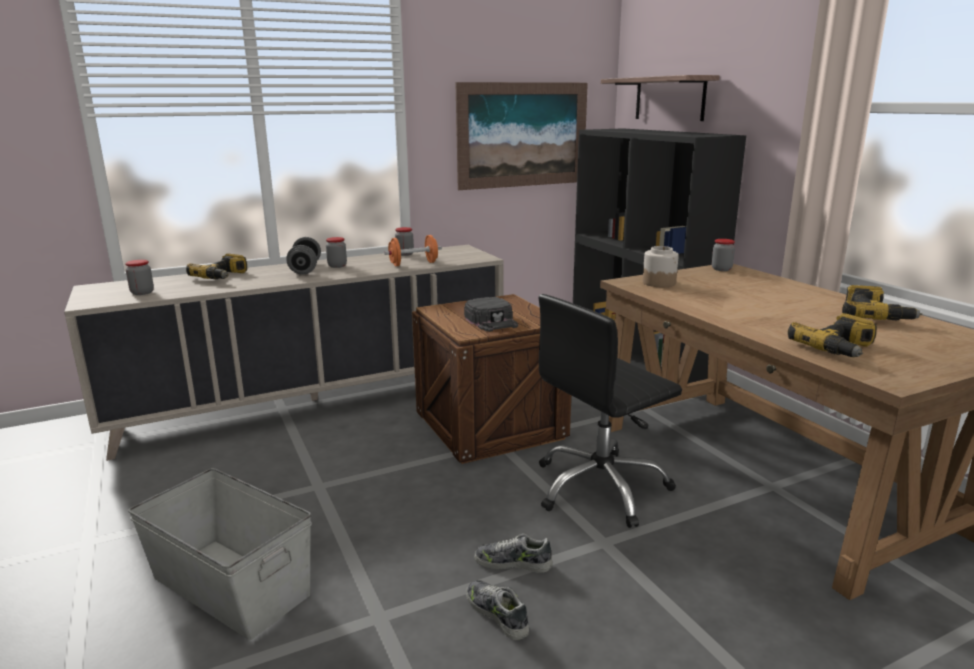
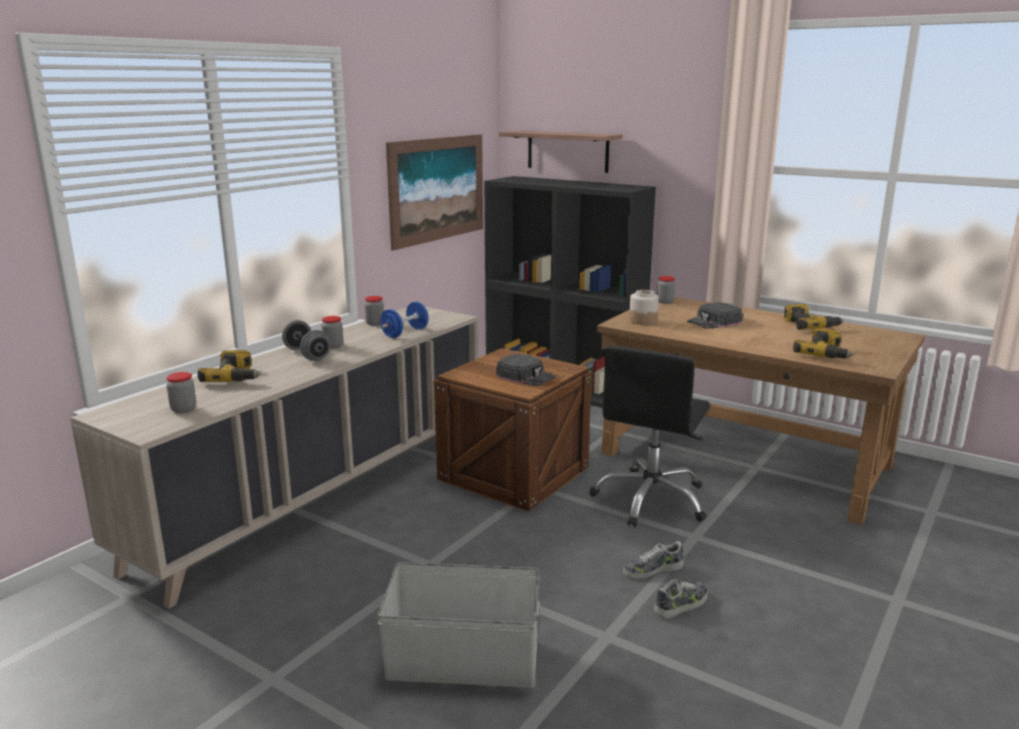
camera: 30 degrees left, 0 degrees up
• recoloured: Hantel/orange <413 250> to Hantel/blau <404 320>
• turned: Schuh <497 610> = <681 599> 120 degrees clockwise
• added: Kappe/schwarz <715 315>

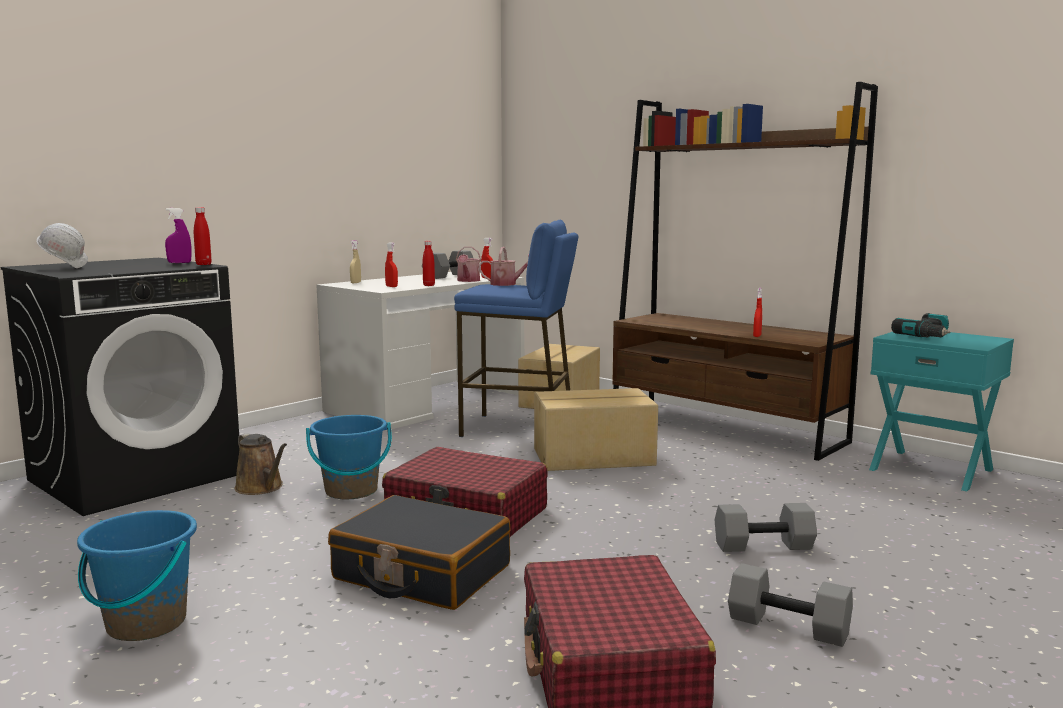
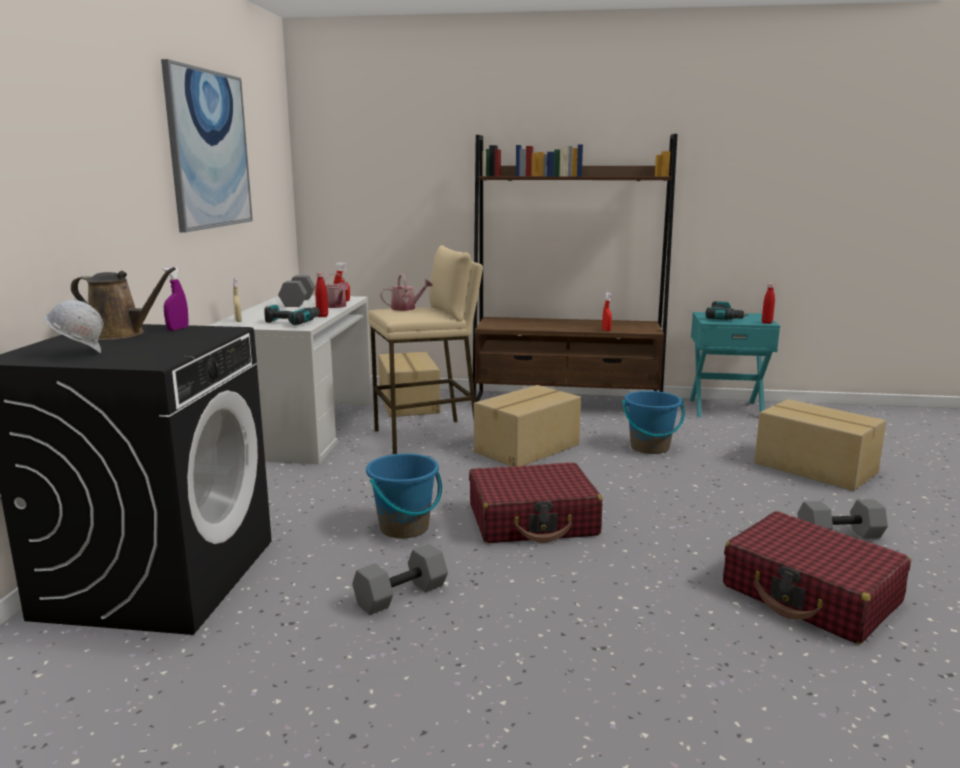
camera: 35 degrees left, 5 degrees up
• moved: Eimer/blau <137 575> to <653 422>
• moved: Flasche/rot <203 236> to <768 303>
• moved: Gießkanne/braun <260 464> to <123 303>
• removed: Koffer/schwarz <419 552>
• replaced: Sprühflasche/rot <391 264> to Bohrmaschine <292 315>
• recoloured: Hocker/blau <516 328> to Hocker/beige <425 349>
• moved: Hantel/grau <766 527> to <400 579>
• added: Bild <207 145>
• added: Karton <820 445>

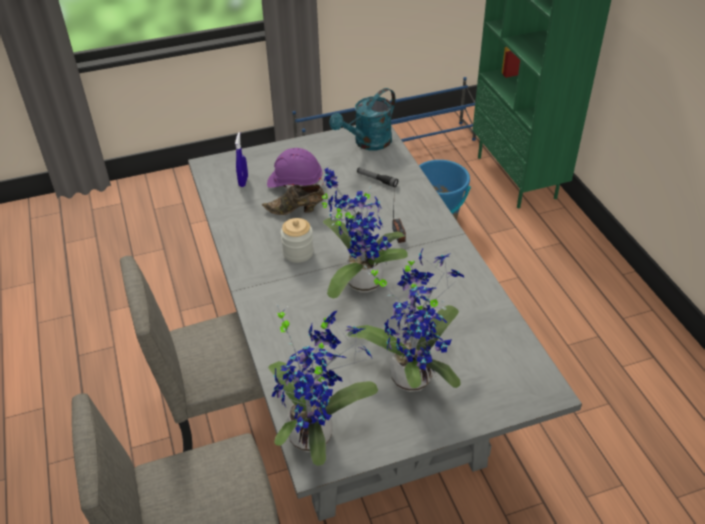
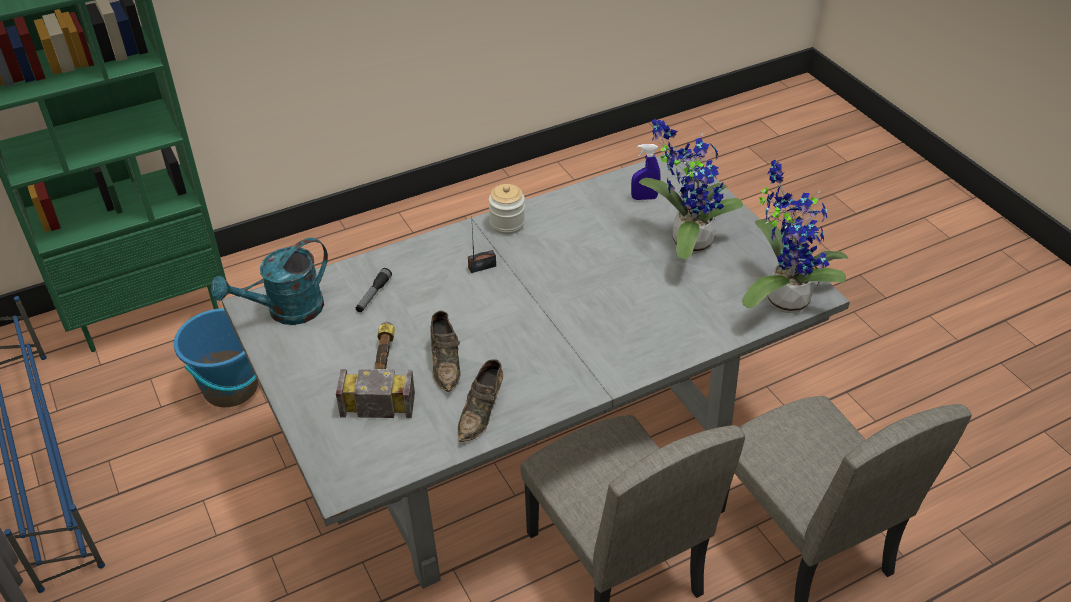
camera: 100 degrees left, 0 degrees up
• moved: Sprühflasche/blau <241 159> to <645 172>
• replaced: Schutzhelm/lila <295 168> to Hammer <375 369>
• moved: Vorratsglas <297 240> to <507 209>
• removed: Topfpflanze <365 233>
• turned: Gießkanne/türkis <362 119> = <269 281> 105 degrees clockwise
• added: Schuh/braun <480 400>

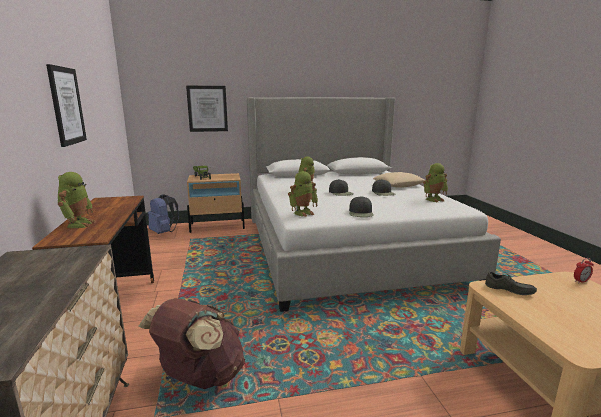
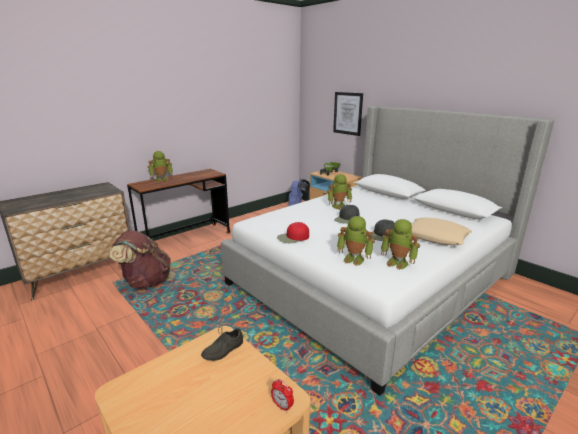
camera: 60 degrees right, 5 degrees up
• removed: Bild <66 105>
• moved: Spielzeugroboter <303 194> to <356 241>
• recoloured: Kappe/schwarz <361 206> to Kappe/rot <293 232>
• turned: Schuh/grau <511 283> = <222 344> 45 degrees clockwise

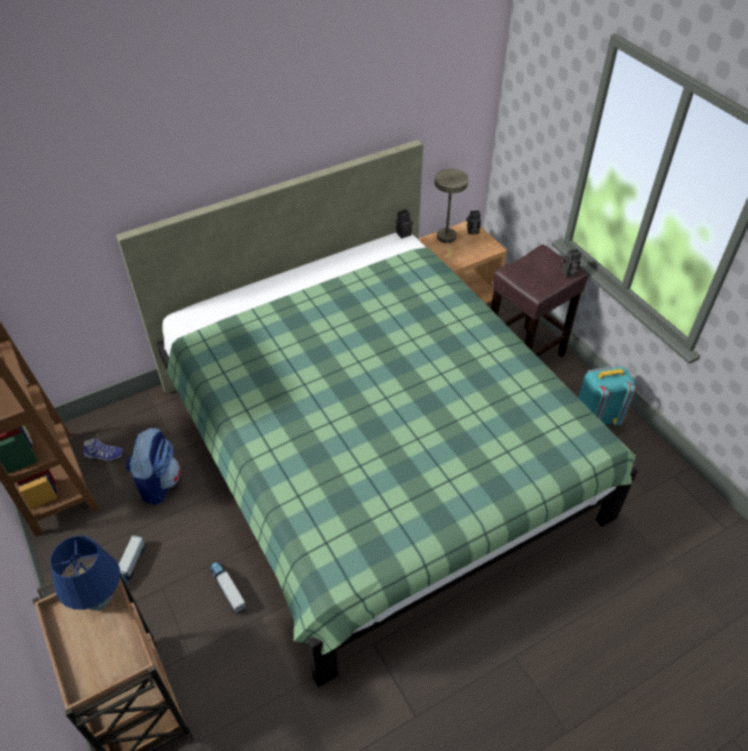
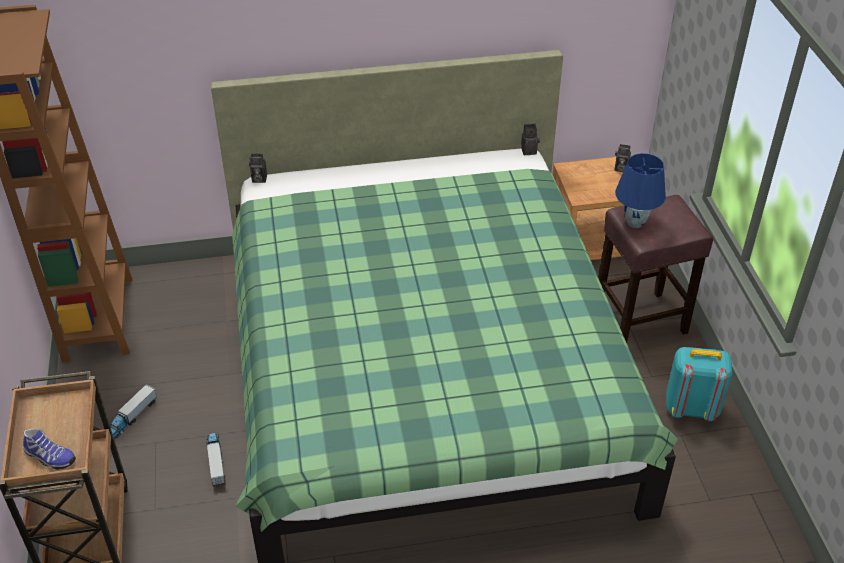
camera: 20 degrees right, 5 degrees down
• moved: Tischlampe/blau <85 573> to <640 190>
• moved: Schuh <104 450> to <49 449>
• removed: Rucksack <153 466>
• removed: Tischlampe/beige <451 213>
• moved: Kamera <571 263> to <258 168>

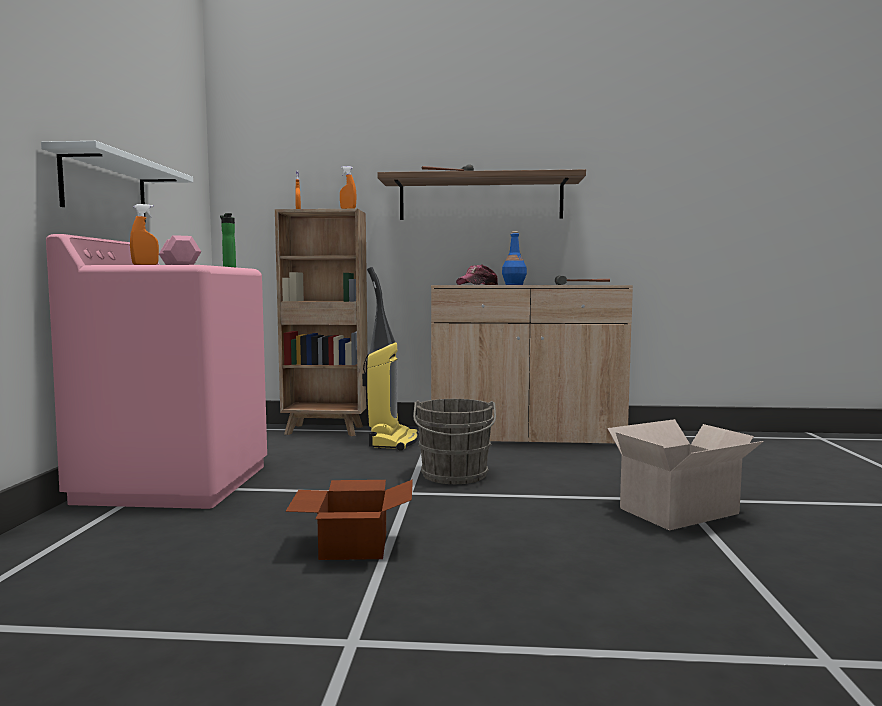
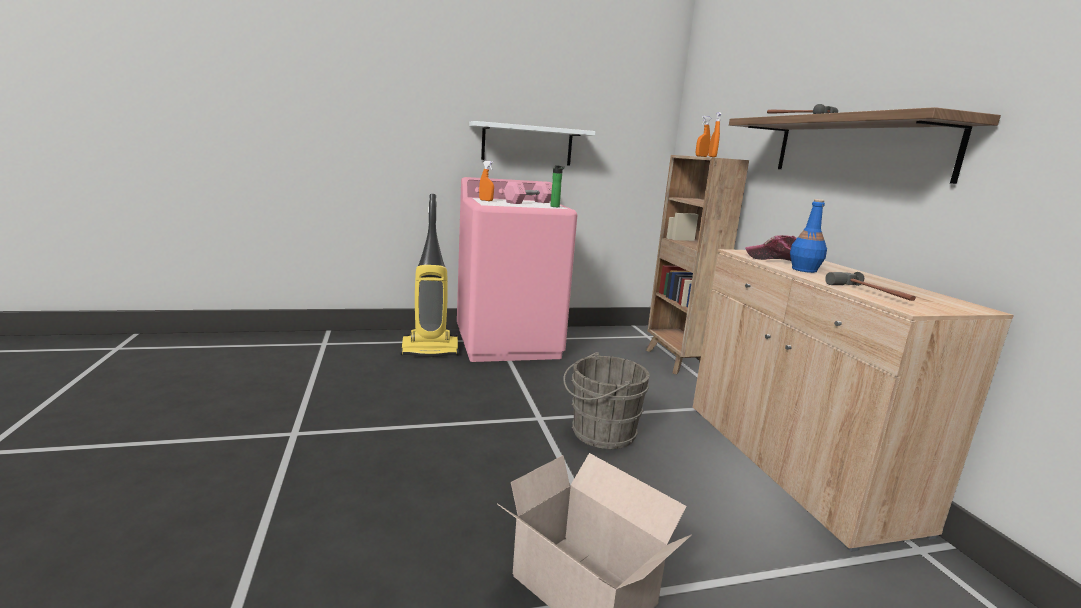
camera: 70 degrees right, 10 degrees up
• removed: Karton <349 519>
• moved: Staubsauger <390 359> to <429 275>

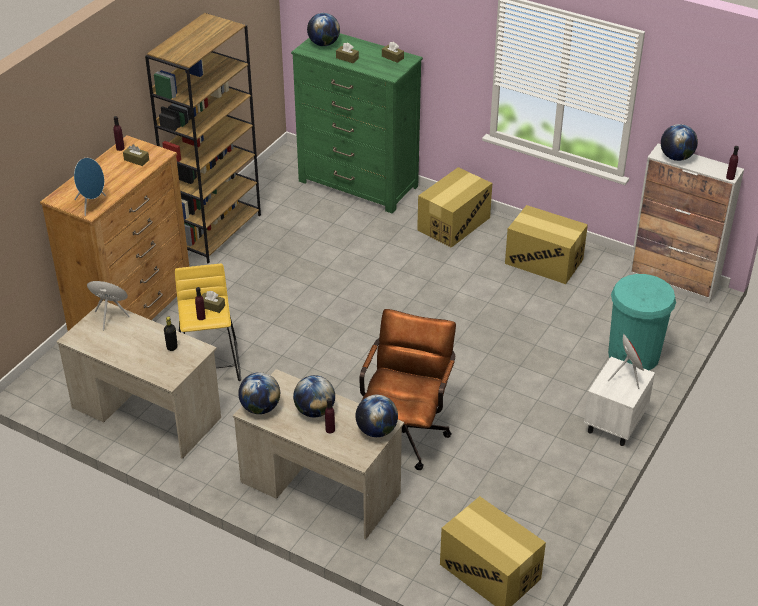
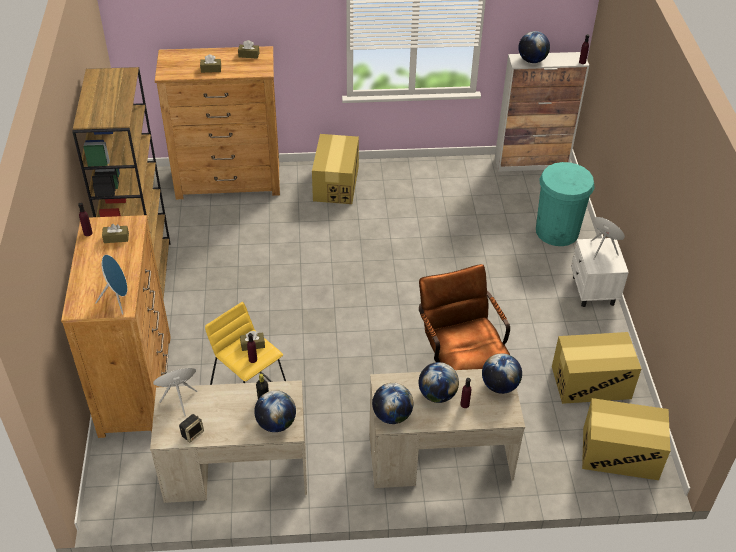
camera: 35 degrees left, 5 degrees up
• recoloured: Kommode/grün <357 123> to Kommode/braun <217 123>
• moved: Globus <323 29> to <275 411>
• moved: Karton <546 244> to <596 368>
• added: Lautsprecher <191 428>

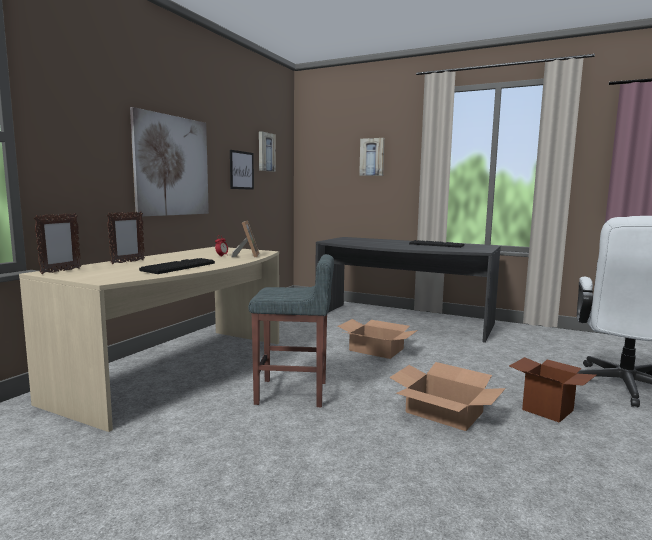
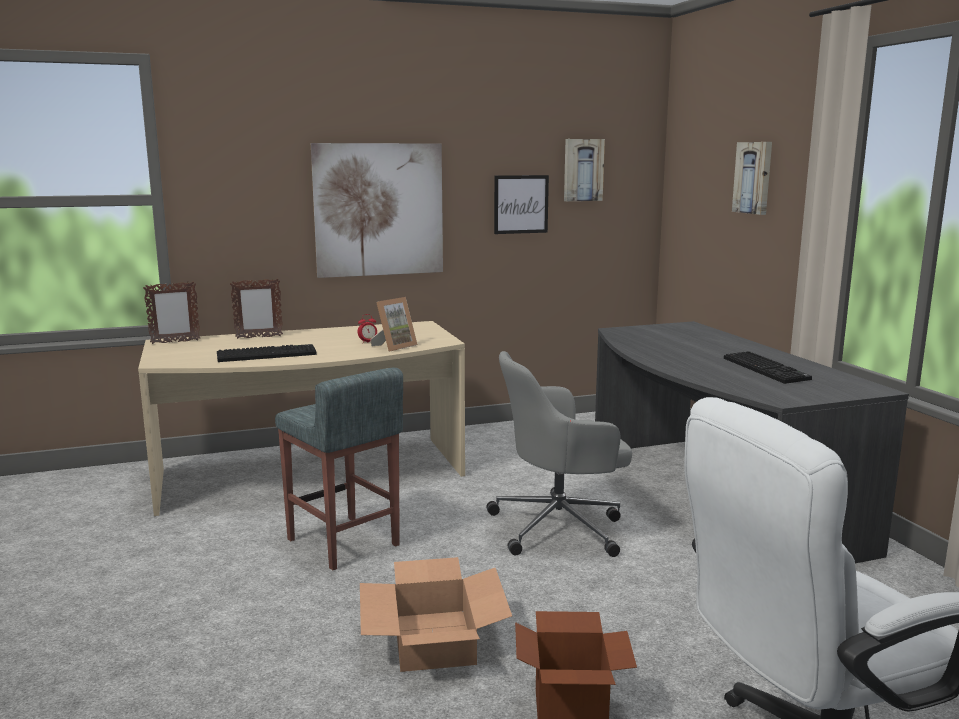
camera: 45 degrees right, 5 degrees up
• replaced: Karton <378 339> to Bürostuhl/grau <559 454>

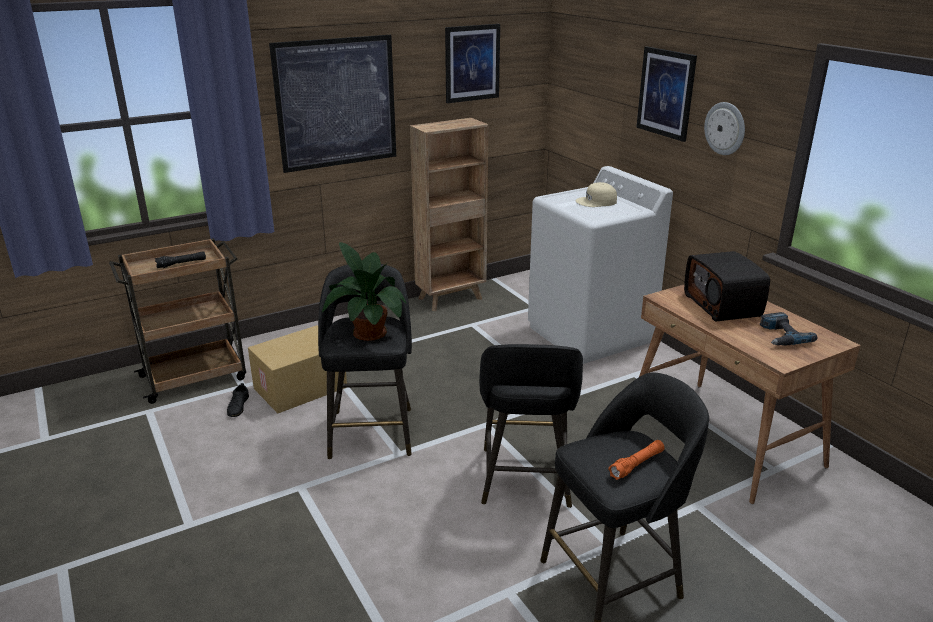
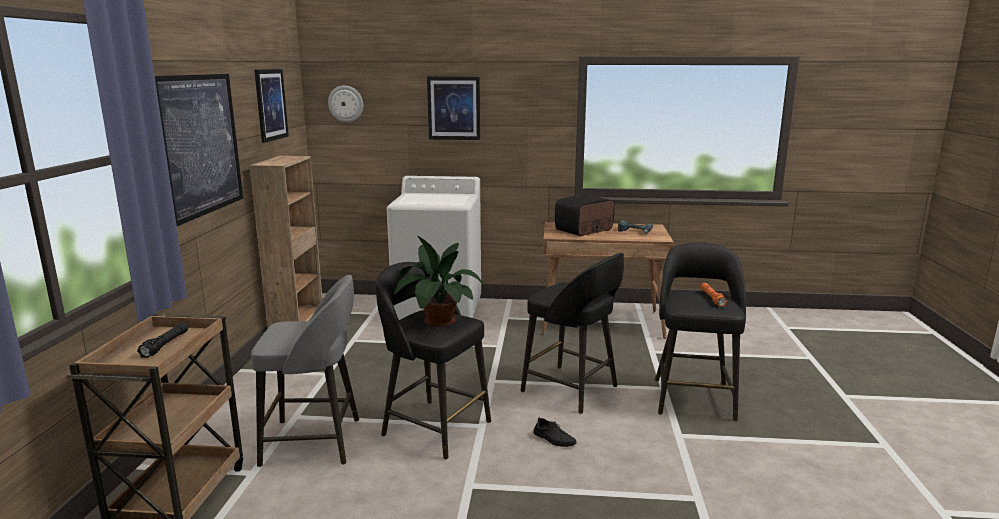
camera: 55 degrees left, 10 degrees down
• moved: Schuh/schwarz <238 400> to <554 432>
• replaced: Karton <297 369> to Hocker/grau <305 371>
• removed: Kappe/beige <596 194>
• turned: Radio <727 286> = <585 215> 120 degrees clockwise
• moved: Wanduhr <724 128> to <345 103>

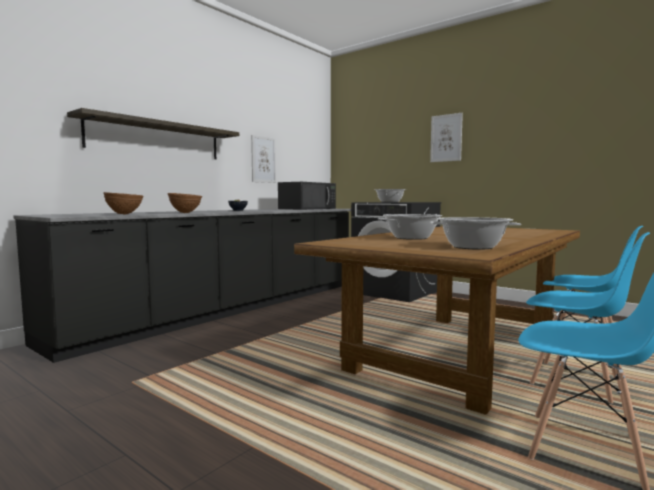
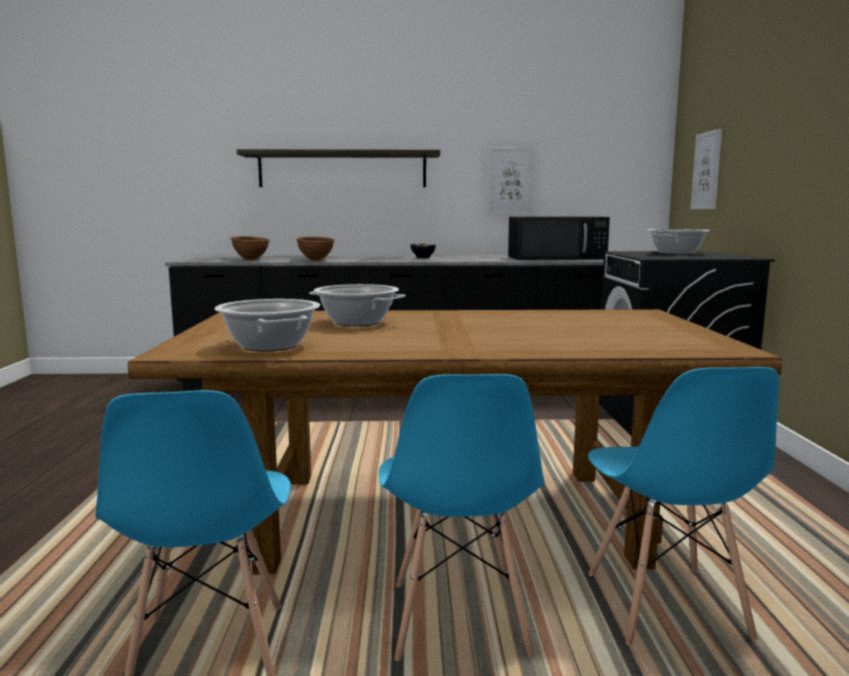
camera: 50 degrees right, 5 degrees up
• moved: Bild <446 137> to <706 169>

